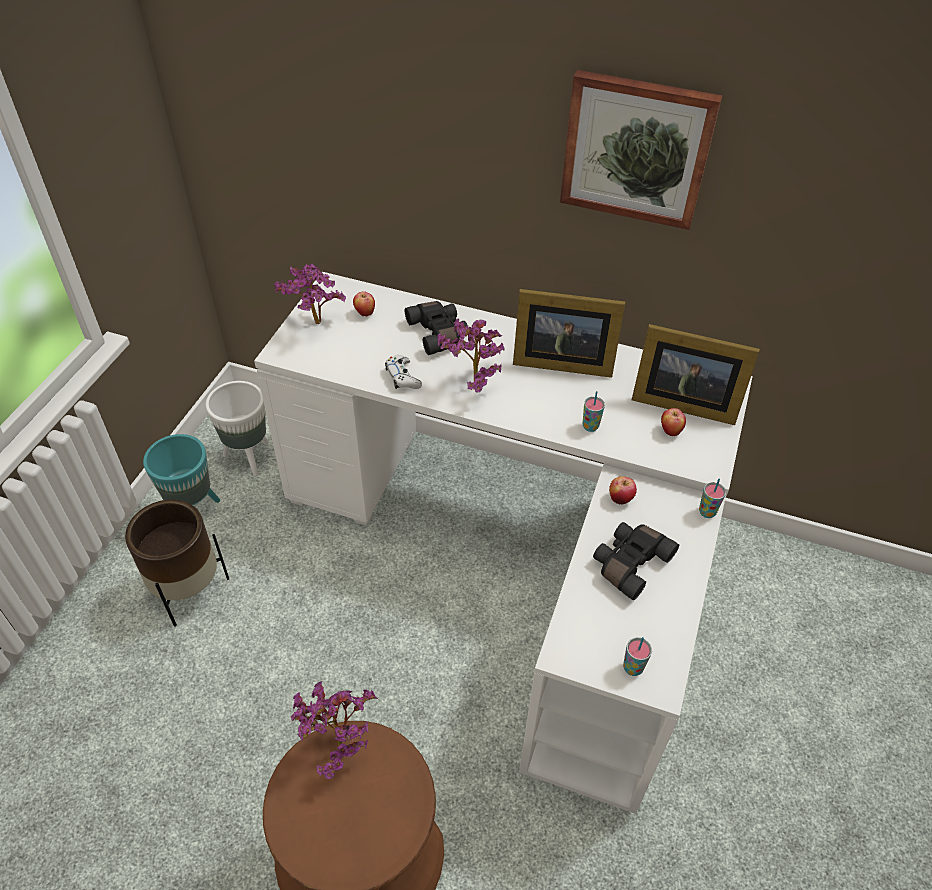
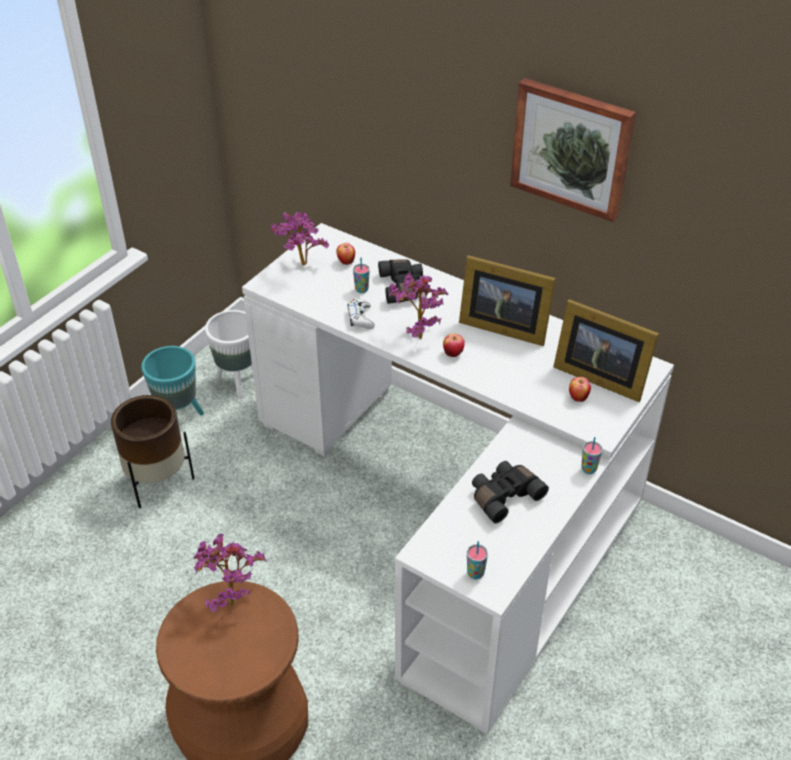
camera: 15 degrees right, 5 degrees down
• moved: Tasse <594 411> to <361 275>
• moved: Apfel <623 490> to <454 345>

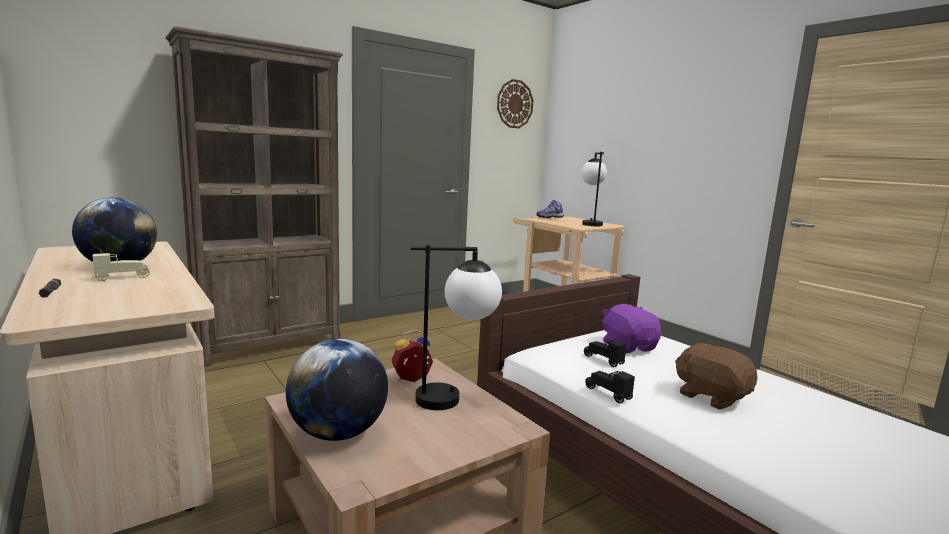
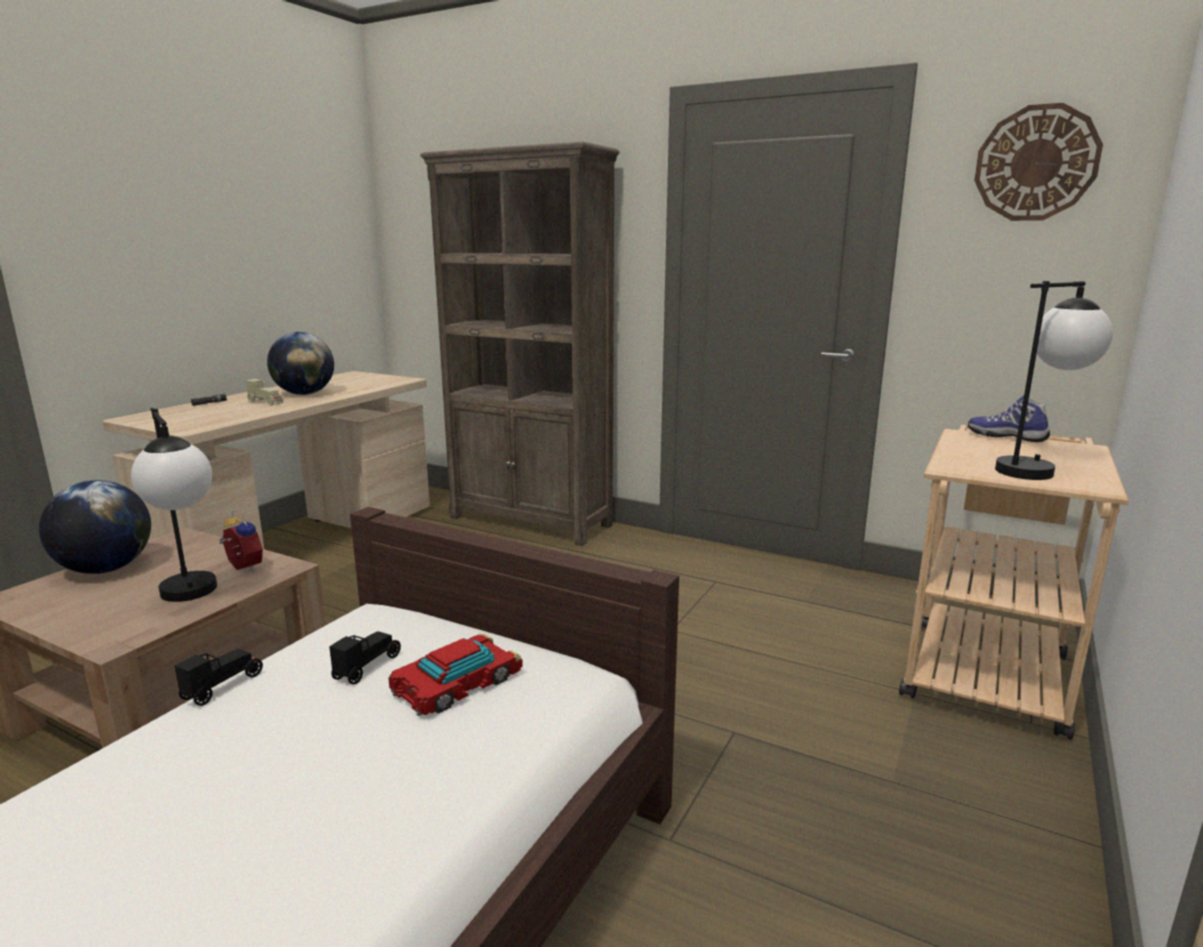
camera: 65 degrees right, 5 degrees up
• replaced: Plüschtier/lila <632 328> to Spielzeugauto <455 675>
• removed: Plüschtier/braun <716 376>

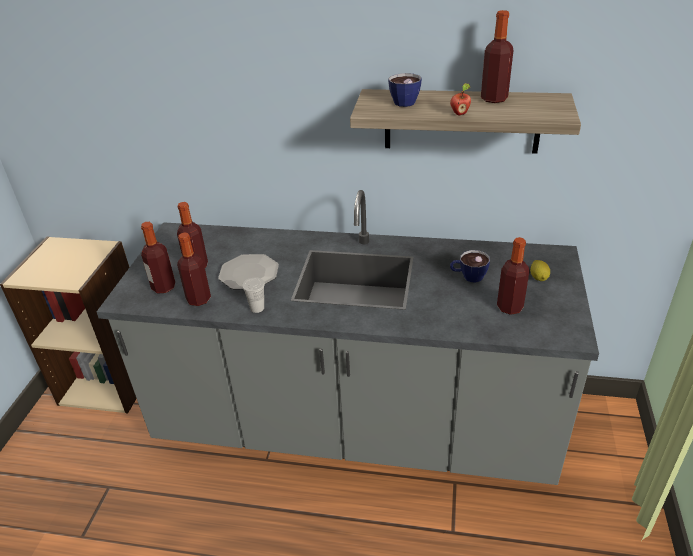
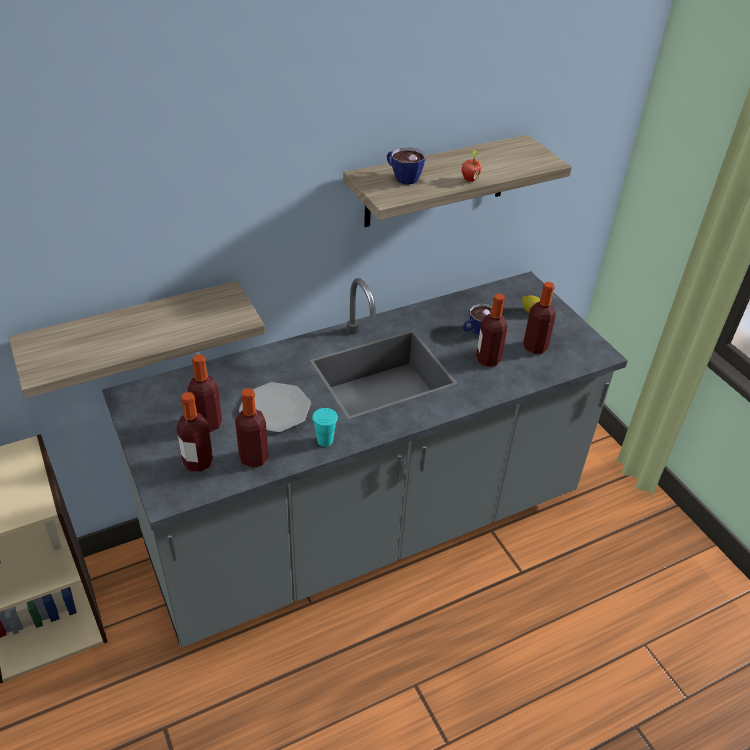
camera: 40 degrees left, 5 degrees up
• recoloured: Tasse/weiß <253 295> to Tasse/türkis <325 427>
• moved: Flasche <497 56> to <492 330>
• added: Wandregal <136 339>

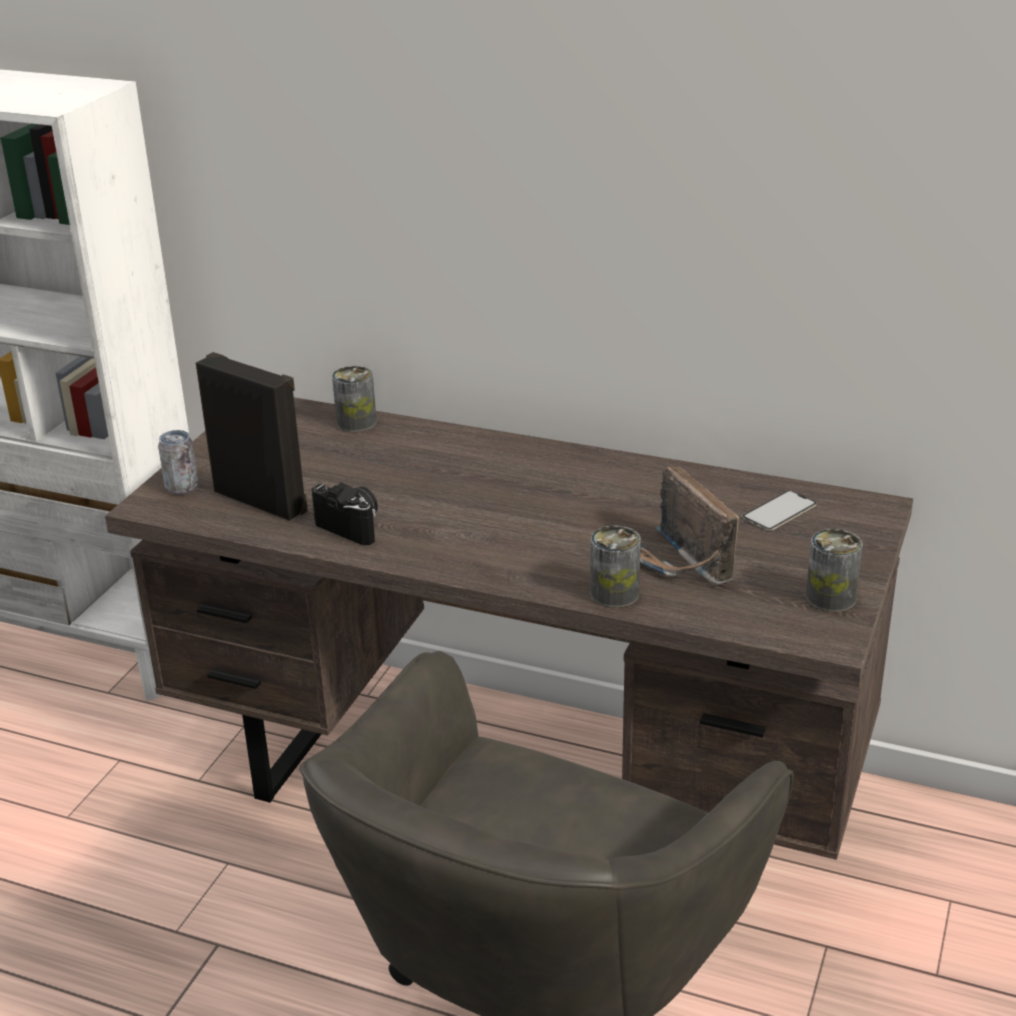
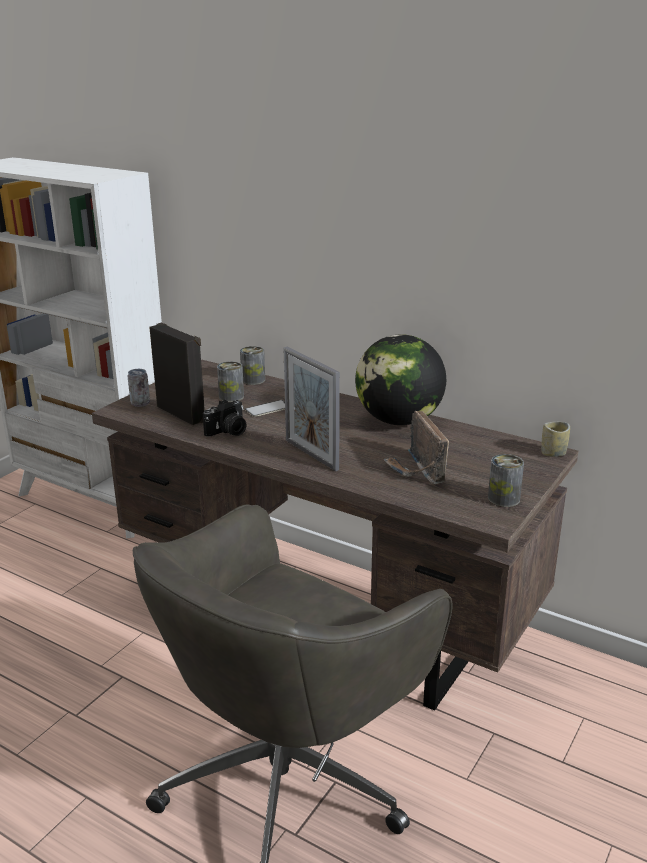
camera: 10 degrees right, 5 degrees down
• turned: Kamera <344 513> = <225 418> 90 degrees clockwise
• moved: Dose <615 566> to <230 381>
• moved: Handy <780 510> to <265 408>
• added: Bilderrahmen <311 409>
• added: Globus <400 379>
• added: Tasse <555 439>

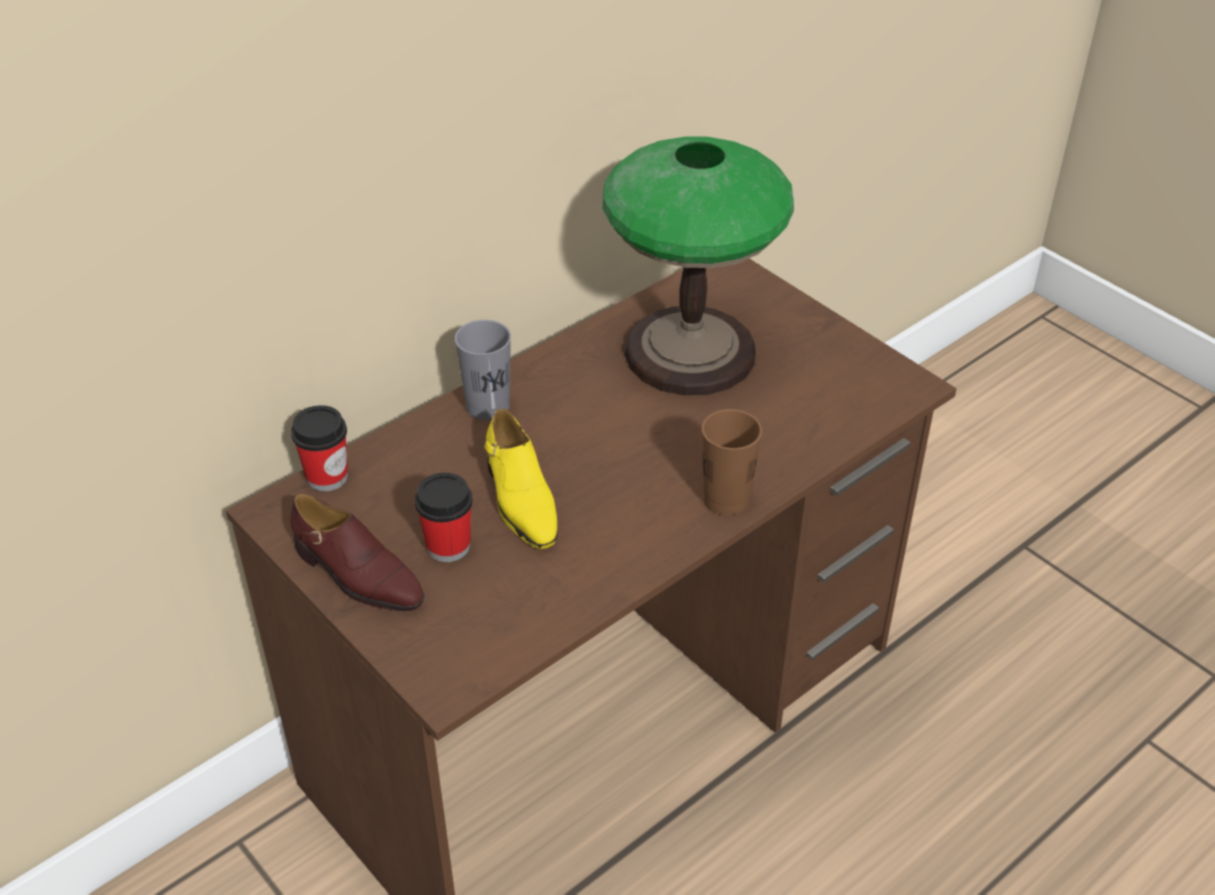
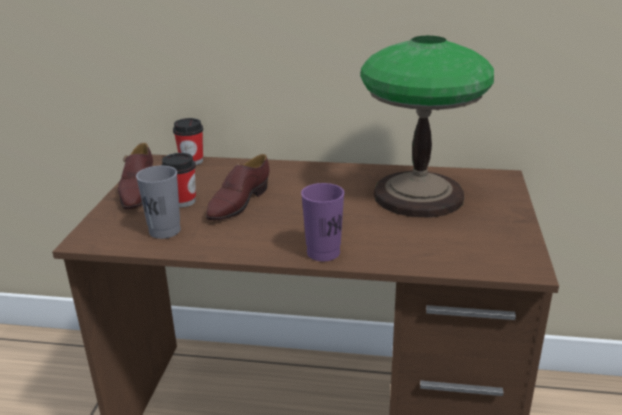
camera: 50 degrees right, 15 degrees down
• moved: Tasse/grau <483 370> to <158 202>
• recoloured: Schuh/gelb <520 478> to Schuh/braun <238 187>
• recoloured: Tasse/braun <732 462> to Tasse/lila <323 222>

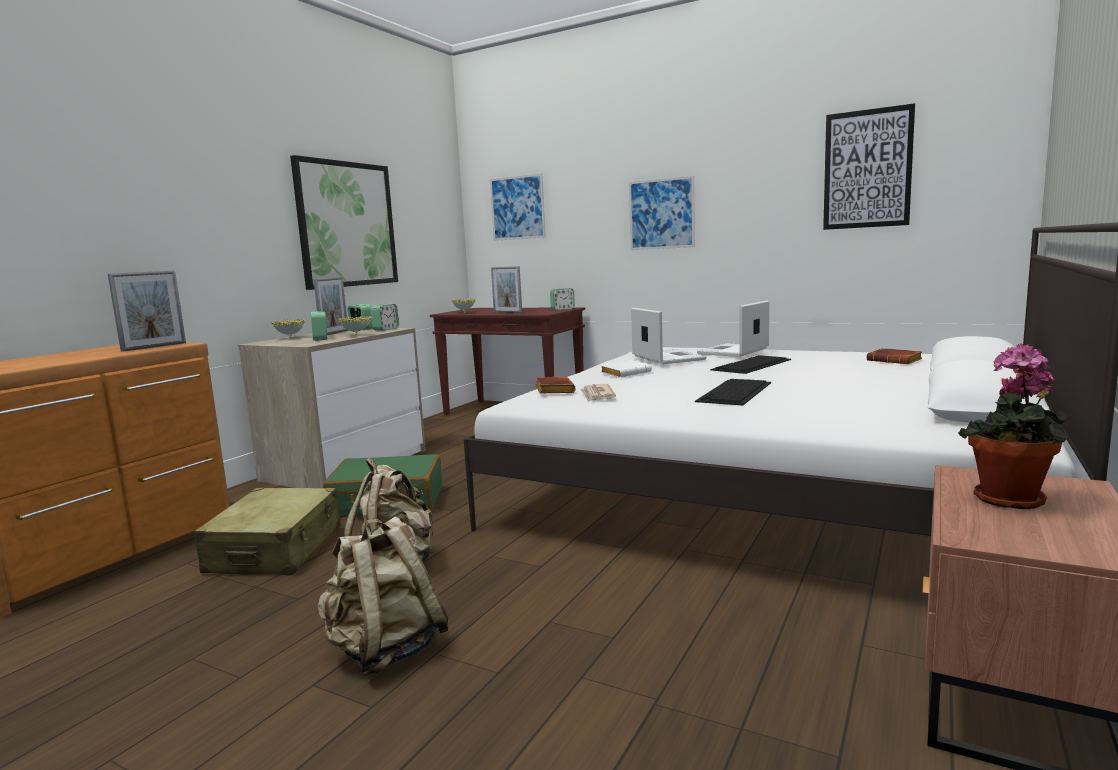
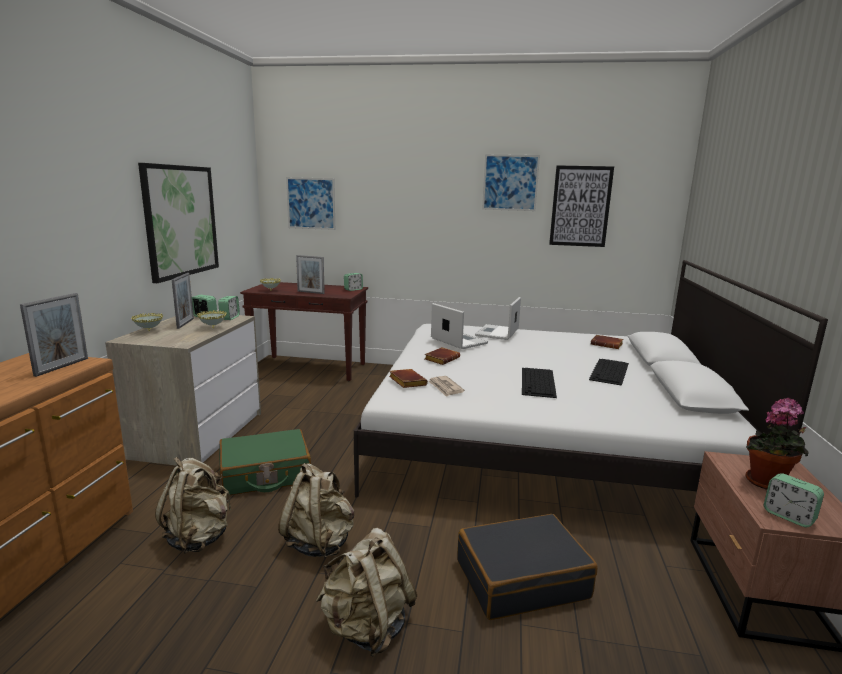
camera: 20 degrees left, 5 degrees up
• replaced: Koffer/beige <267 532> to Rucksack/beige <193 505>
• moved: Wecker <319 326> to <794 500>
• recoloured: Buch/weiß <626 369> to Buch/braun <442 356>
• moved: Bild <662 213> to <511 182>
• moved: Tastatur <750 364> to <609 372>
• added: Koffer/schwarz <527 567>

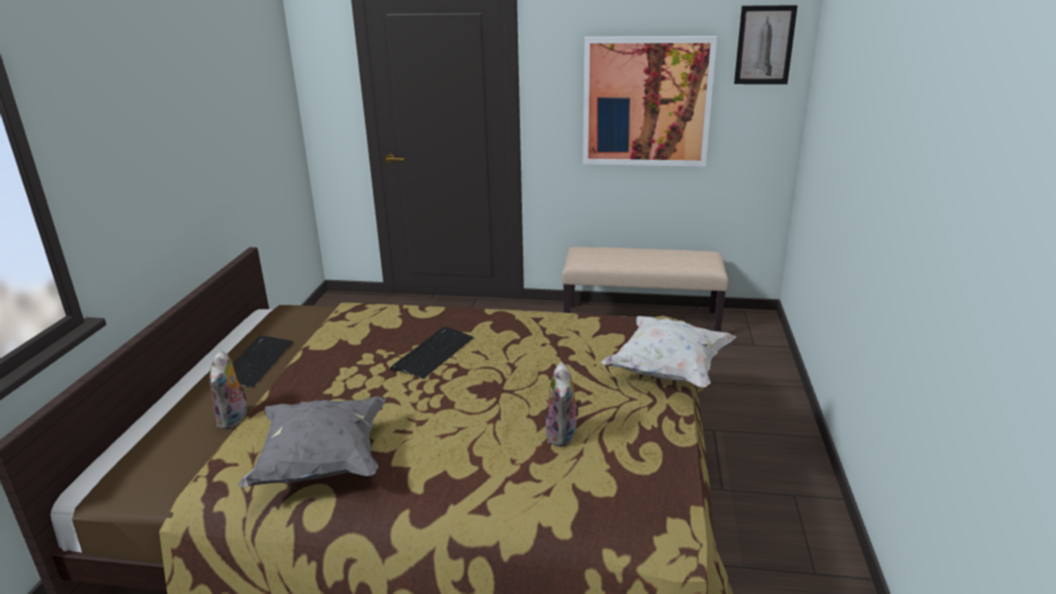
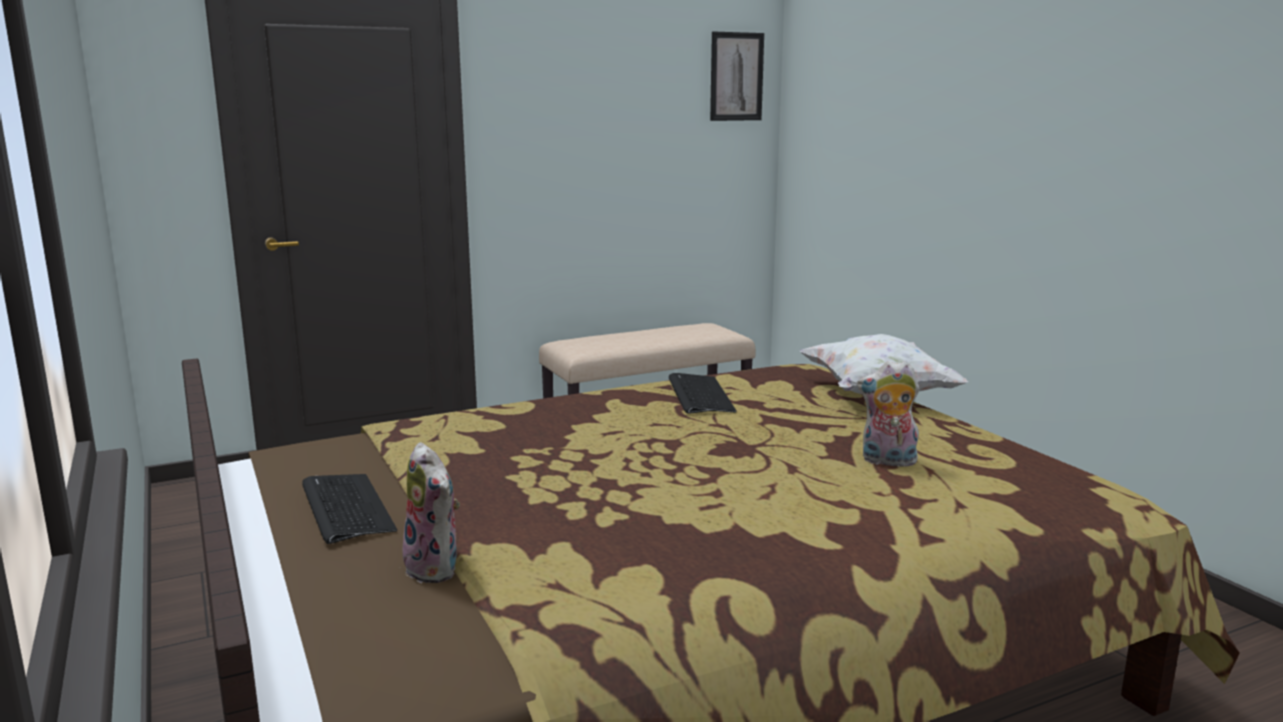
camera: 35 degrees left, 10 degrees down
• removed: Kissen/grau <312 442>
• moved: Tastatur <432 352> to <703 393>
• turned: Plüschtier <563 404> = <888 414> 135 degrees clockwise
• removed: Bild <650 101>

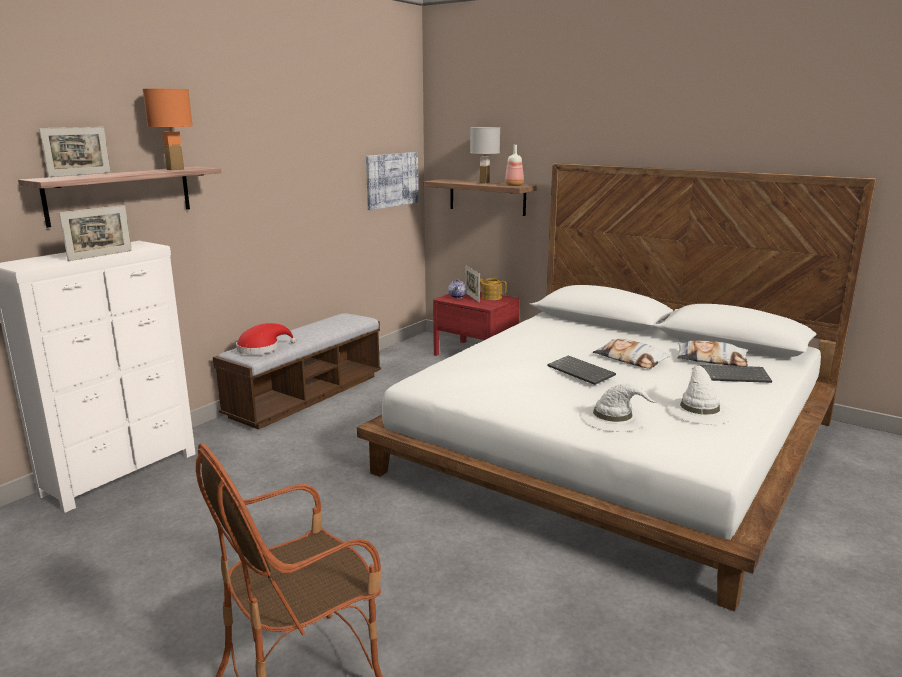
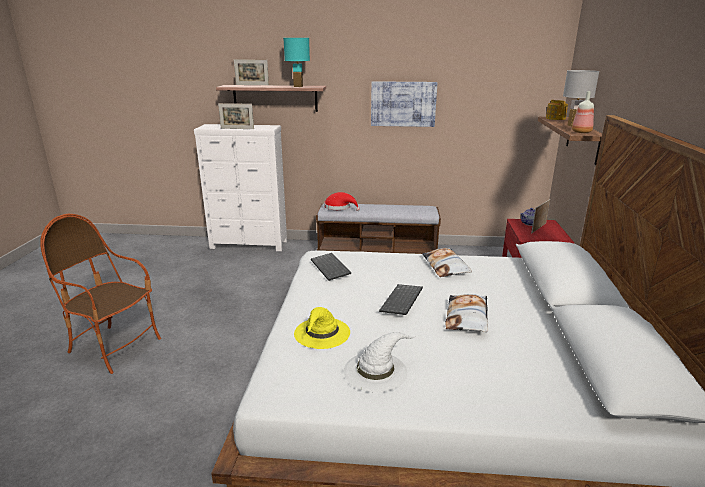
camera: 60 degrees right, 5 degrees up
• recoloured: Tischlampe/orange <167 129> to Tischlampe/türkis <296 62>
• moved: Bild <392 181> to <404 104>
• moved: Teekanne <493 289> to <557 110>
• recoloured: Hut/weiß <619 408> to Hut/gelb <322 328>
• moved: Kissen <712 353> to <447 262>
• moved: Tastatur <736 374> to <331 267>

